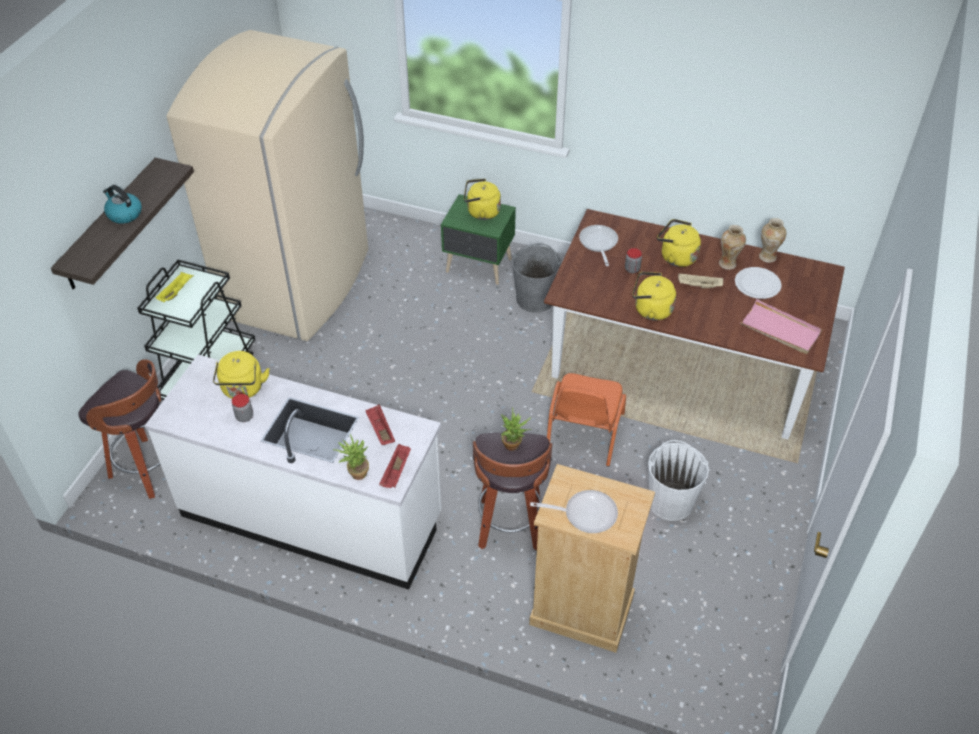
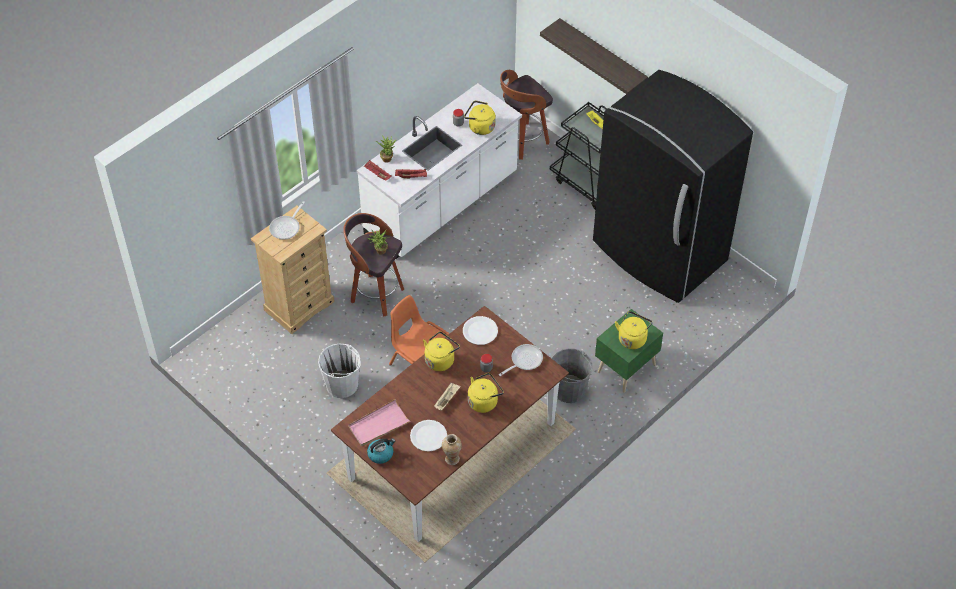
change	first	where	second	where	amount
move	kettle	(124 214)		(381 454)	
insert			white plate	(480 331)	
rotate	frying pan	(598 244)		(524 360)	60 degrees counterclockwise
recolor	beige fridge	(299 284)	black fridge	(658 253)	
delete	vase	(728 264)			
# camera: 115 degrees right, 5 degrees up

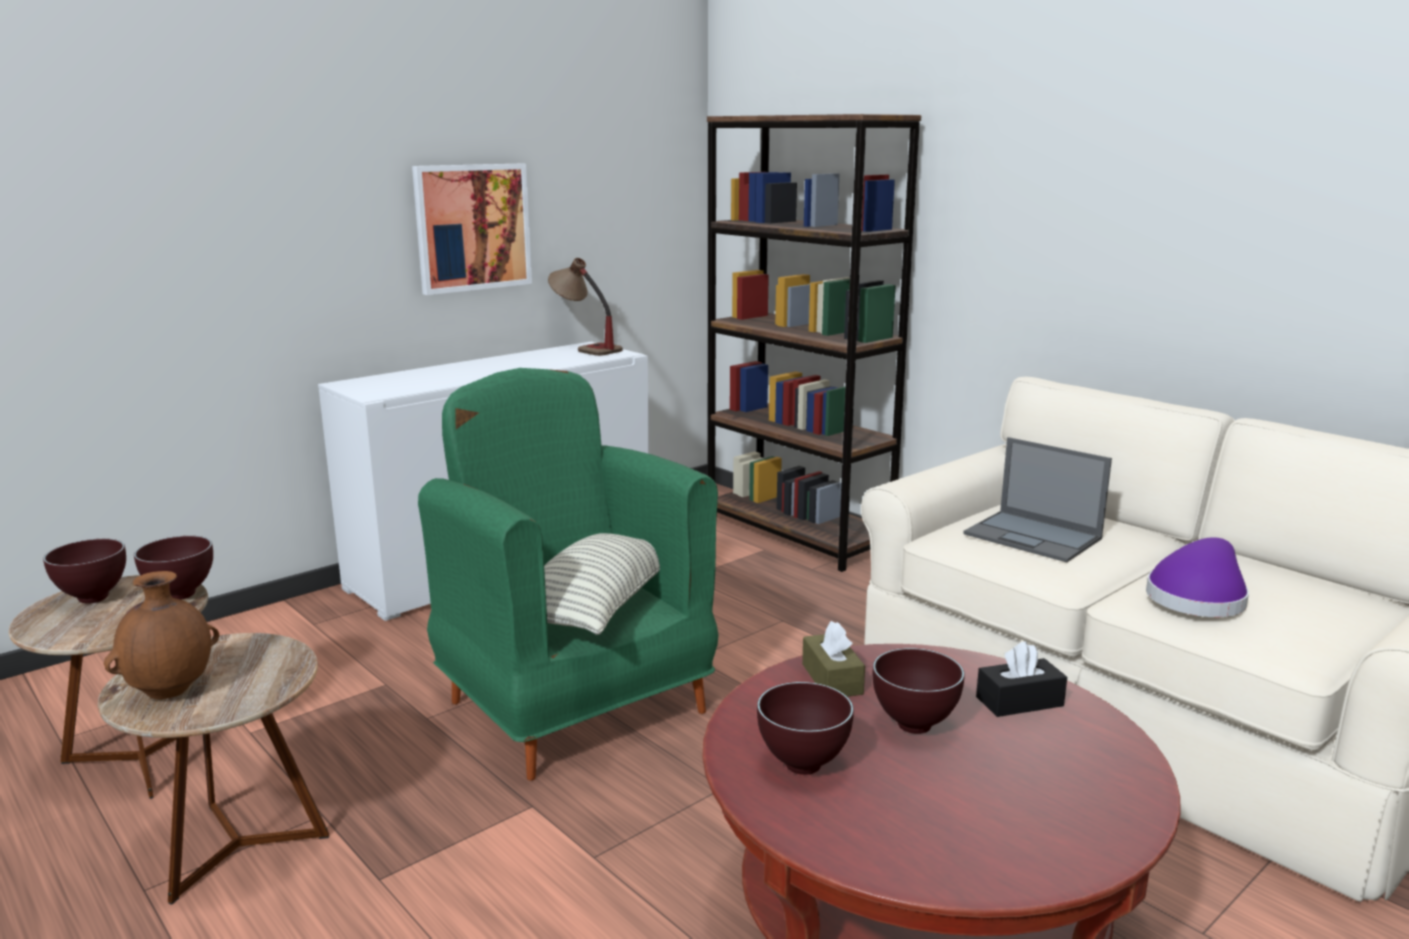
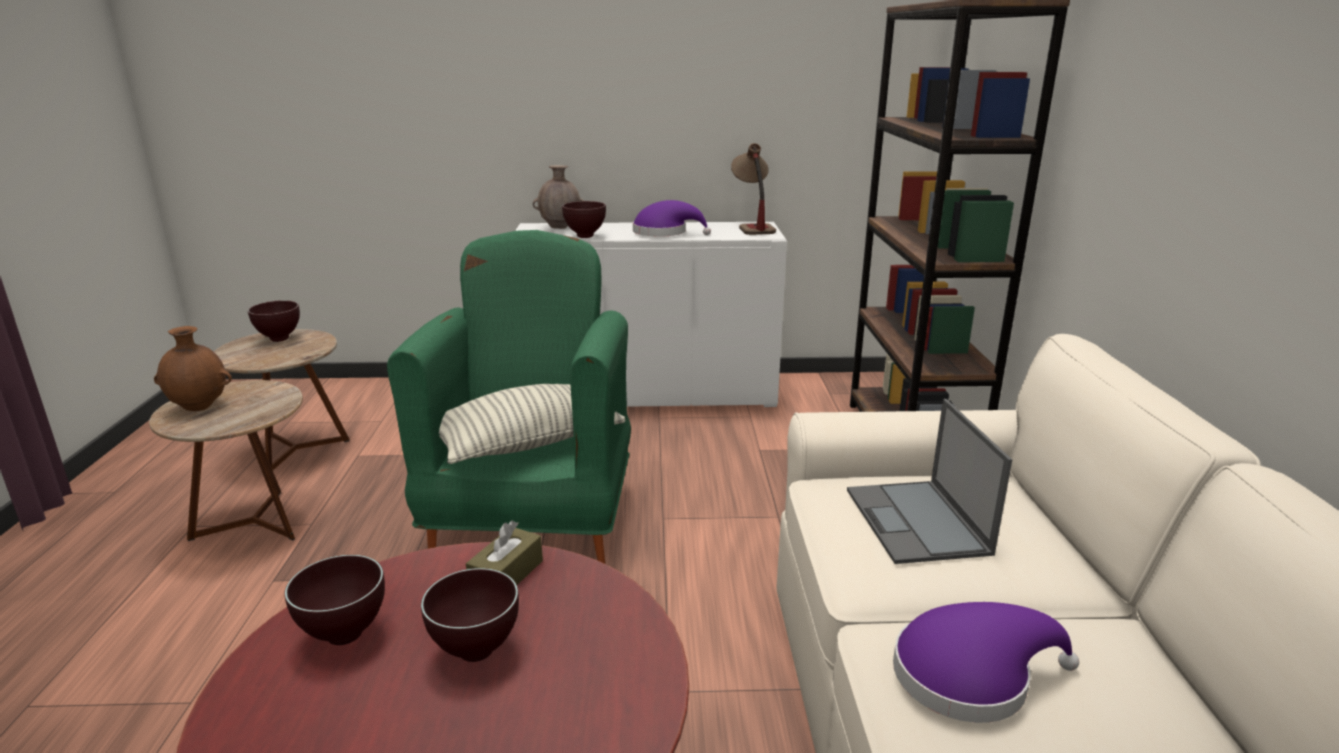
change	first	where	second	where	amount
insert			brown vase	(560 227)	
move	brown bowl	(179 596)		(584 236)	
insert			purple hat	(664 233)	
delete	picture	(472 227)			
delete	black tissue box	(1019 701)			
# camera: 40 degrees right, 5 degrees up

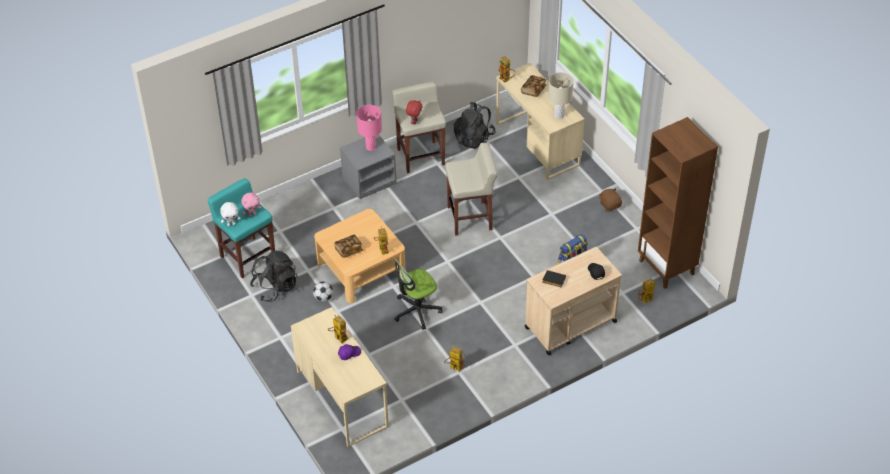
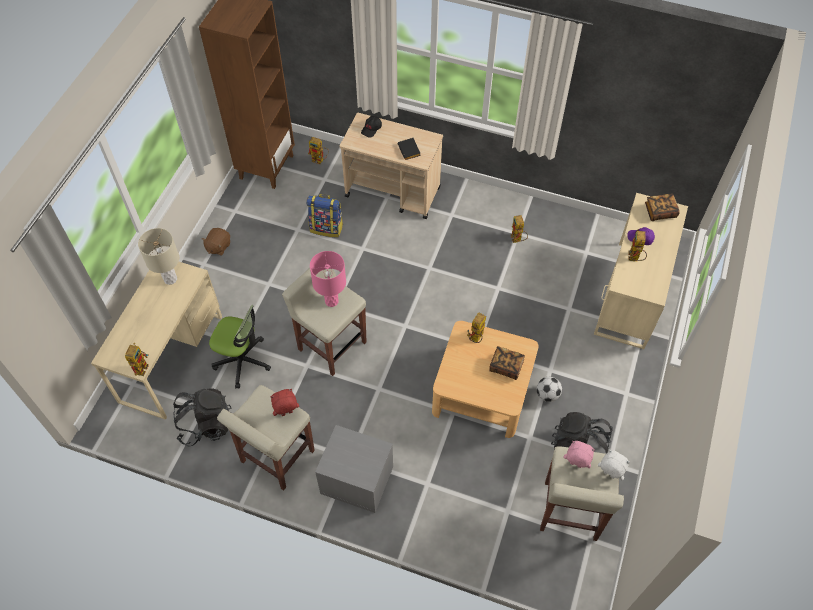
change	first	where	second	where	amount
move	office chair	(416 310)		(242 361)	
move	pink table lamp	(371 147)		(331 301)	
recolor	turquoise stool	(247 257)	beige stool	(570 511)	
move	book	(533 90)		(660 212)	
# camera: 130 degrees left, 10 degrees up

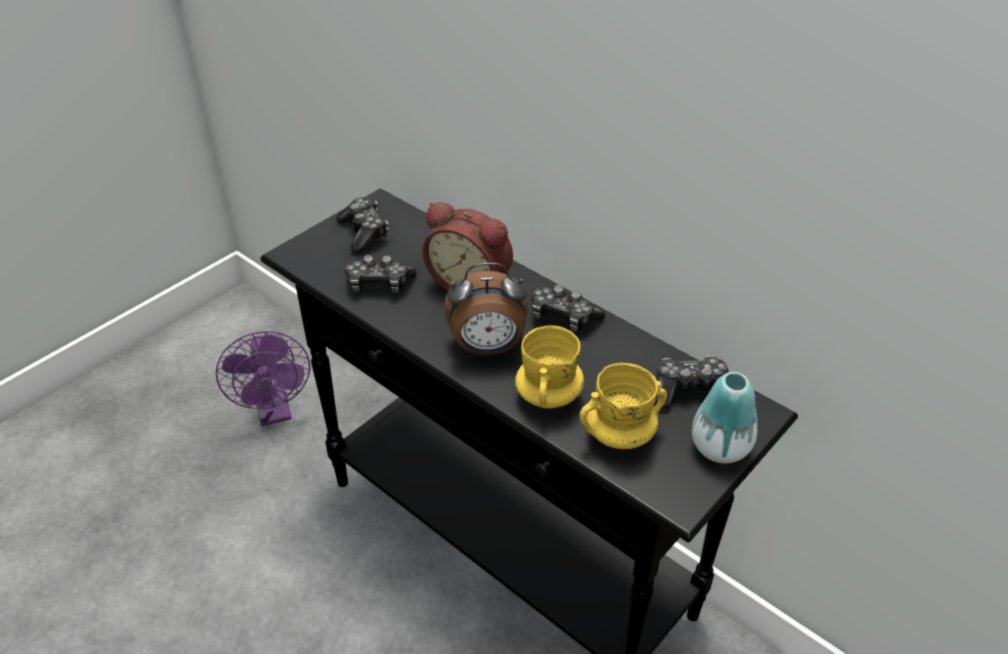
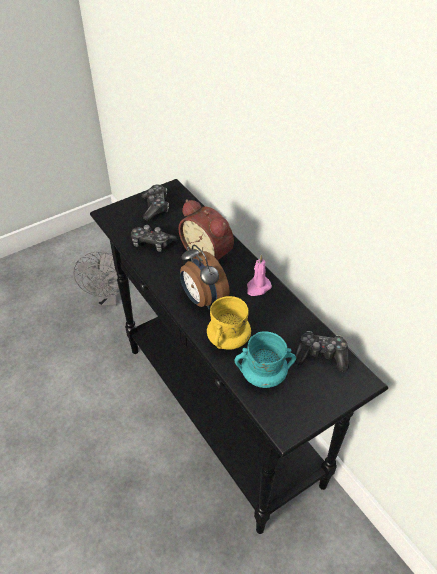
change	first	where	second	where	amount
recolor	purple fan	(275 412)	grey fan	(109 299)	
rotate	alarm clock	(487 348)		(202 299)	45 degrees clockwise
recolor	yellow mug	(619 436)	turquoise mug	(263 376)	
replace	game controller	(563 317)	pink candle	(258 287)	
delete	vase	(720 447)			
# camera: 15 degrees right, 5 degrees up

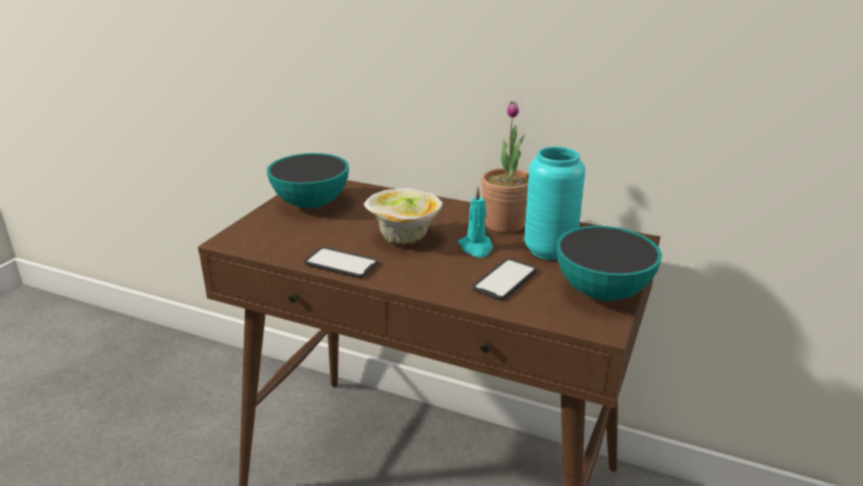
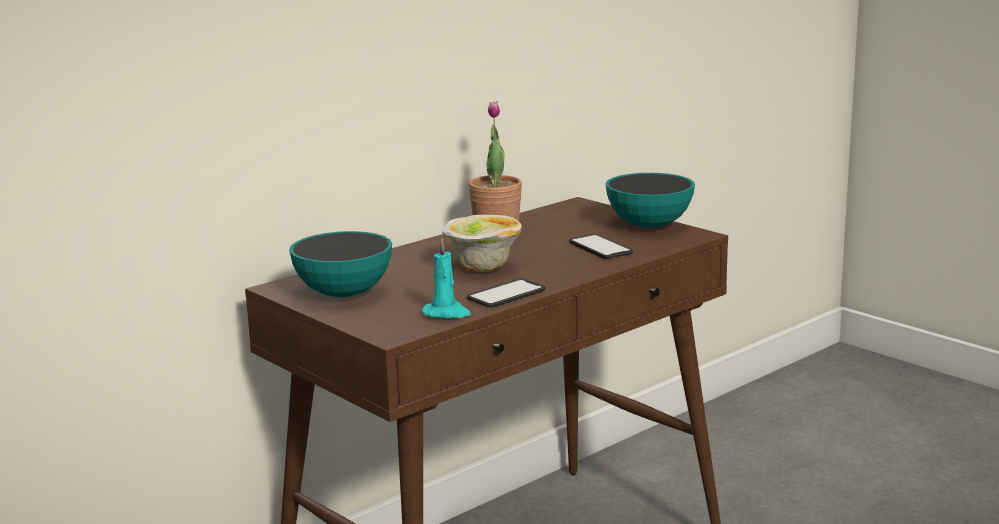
change	first	where	second	where	amount
move	turquoise candle	(476 248)		(447 313)	
delete	turquoise vase	(549 250)			
# camera: 65 degrees left, 10 degrees down

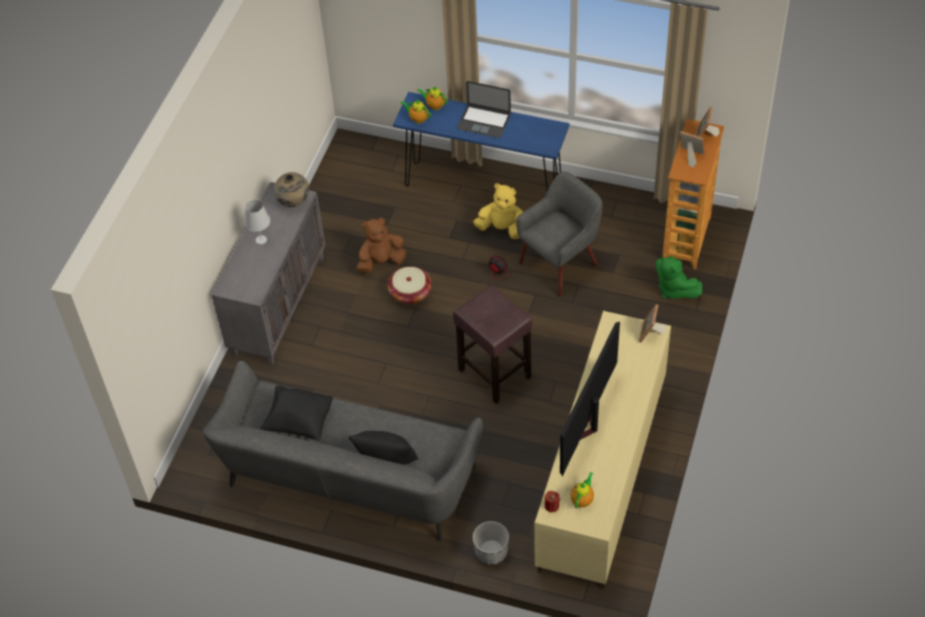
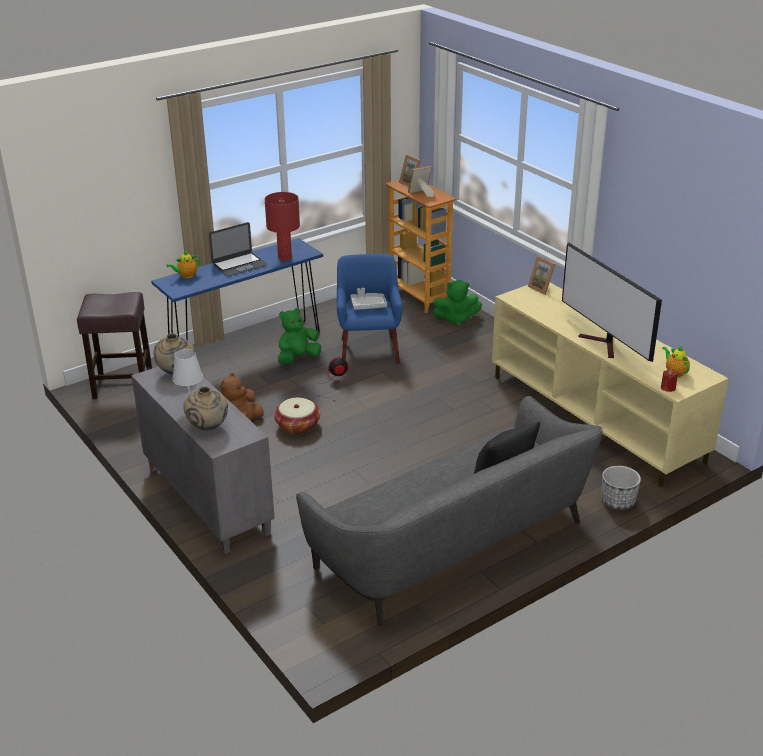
change	first	where	second	where	amount
move	brown stool	(493 373)		(122 386)	
insert			beige vase	(208 428)	
insert			red table lamp	(284 258)	
recolor	yellow plush toy	(502 229)	green plush toy	(298 358)	
recolor	grey armchair	(560 264)	blue armchair	(369 350)	
insert			grey tray	(368 305)	
delete	black pillow	(299 421)			
delete	teapot	(417 118)			
# camera: 55 degrees left, 20 degrees down

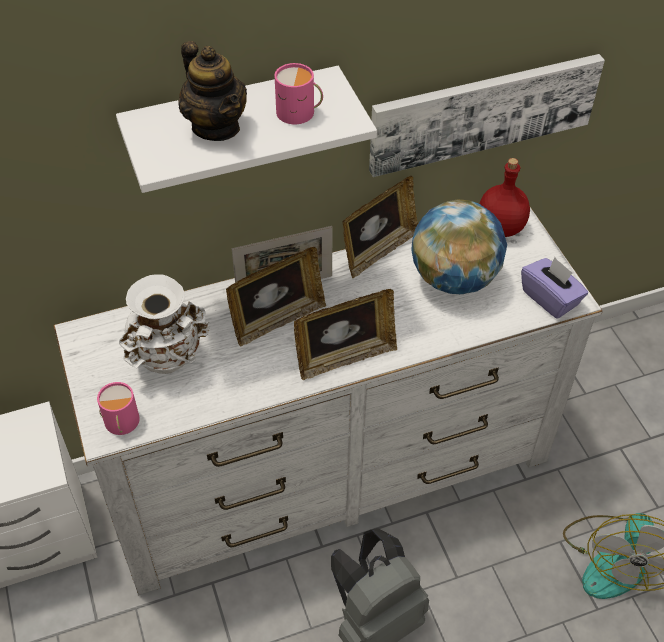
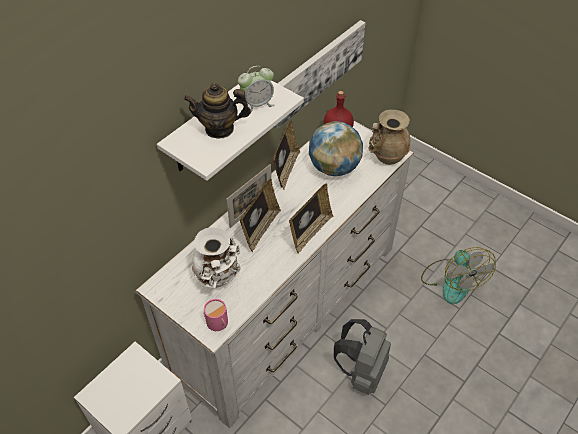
change	first	where	second	where	amount
rotate	teapot	(216 127)		(219 129)	150 degrees clockwise
replace	pink mug	(299 113)	alarm clock	(257 104)	
replace	purple tissue box	(550 298)	beige vase	(386 157)	
# camera: 30 degrees left, 0 degrees up

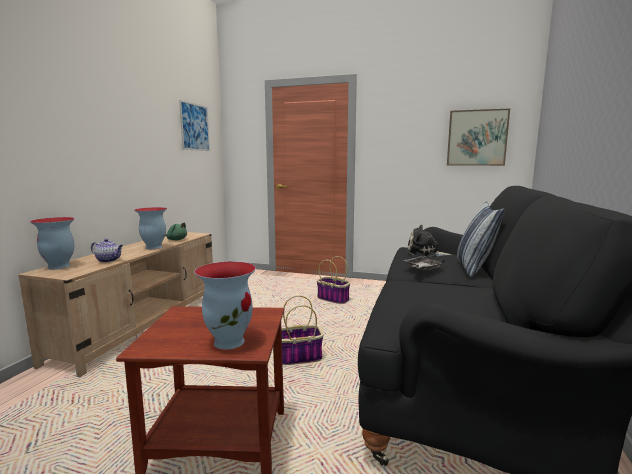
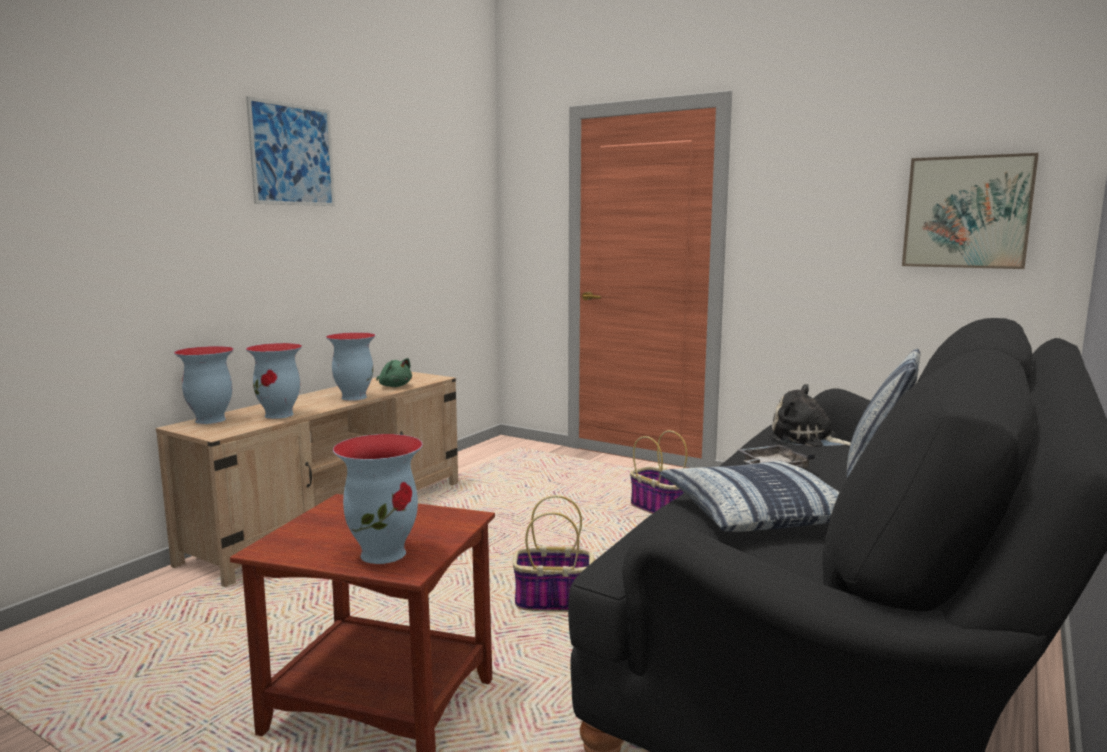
change	first	where	second	where	amount
move	picture	(195 127)		(292 155)	
replace	teapot	(109 260)	vase	(280 415)	
insert			pillow	(754 513)	
# camera: 15 degrees right, 0 degrees up

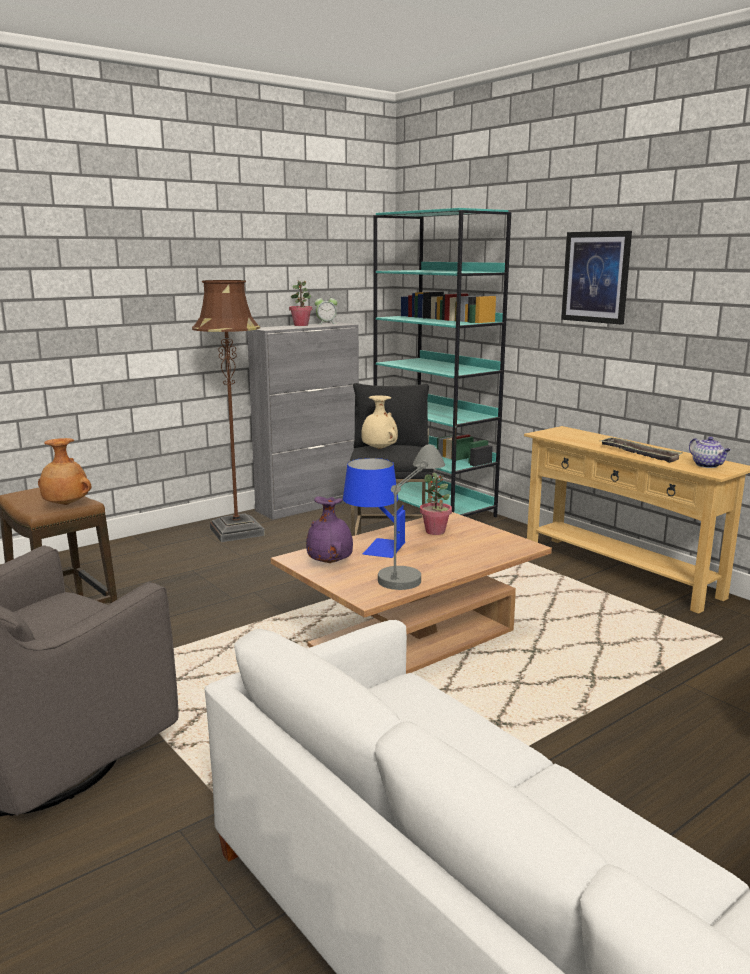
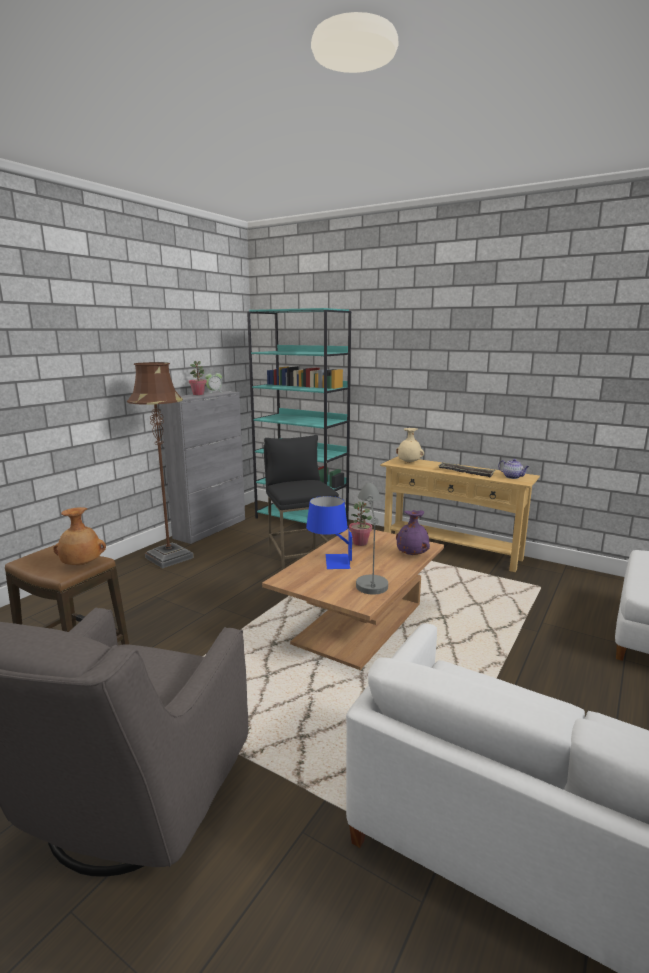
change	first	where	second	where	amount
move	beige vase	(378 449)		(409 462)	
move	purple vase	(330 562)		(412 554)	
delete	picture	(596 277)			
# camera: 20 degrees left, 0 degrees up

